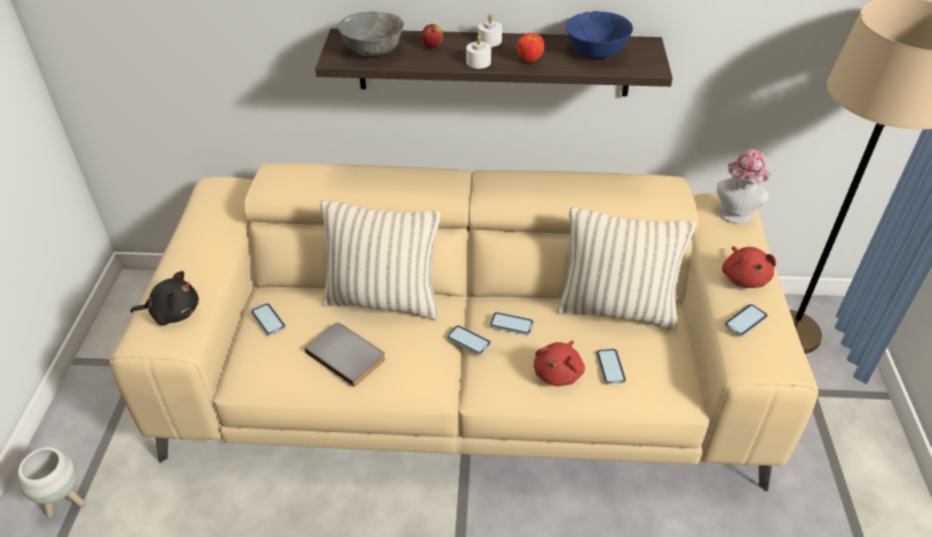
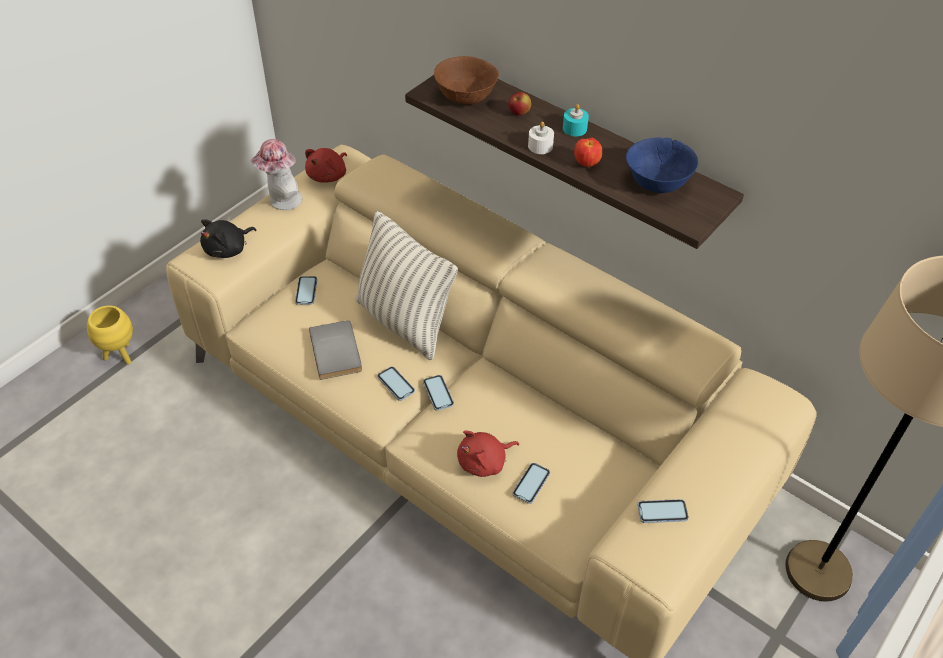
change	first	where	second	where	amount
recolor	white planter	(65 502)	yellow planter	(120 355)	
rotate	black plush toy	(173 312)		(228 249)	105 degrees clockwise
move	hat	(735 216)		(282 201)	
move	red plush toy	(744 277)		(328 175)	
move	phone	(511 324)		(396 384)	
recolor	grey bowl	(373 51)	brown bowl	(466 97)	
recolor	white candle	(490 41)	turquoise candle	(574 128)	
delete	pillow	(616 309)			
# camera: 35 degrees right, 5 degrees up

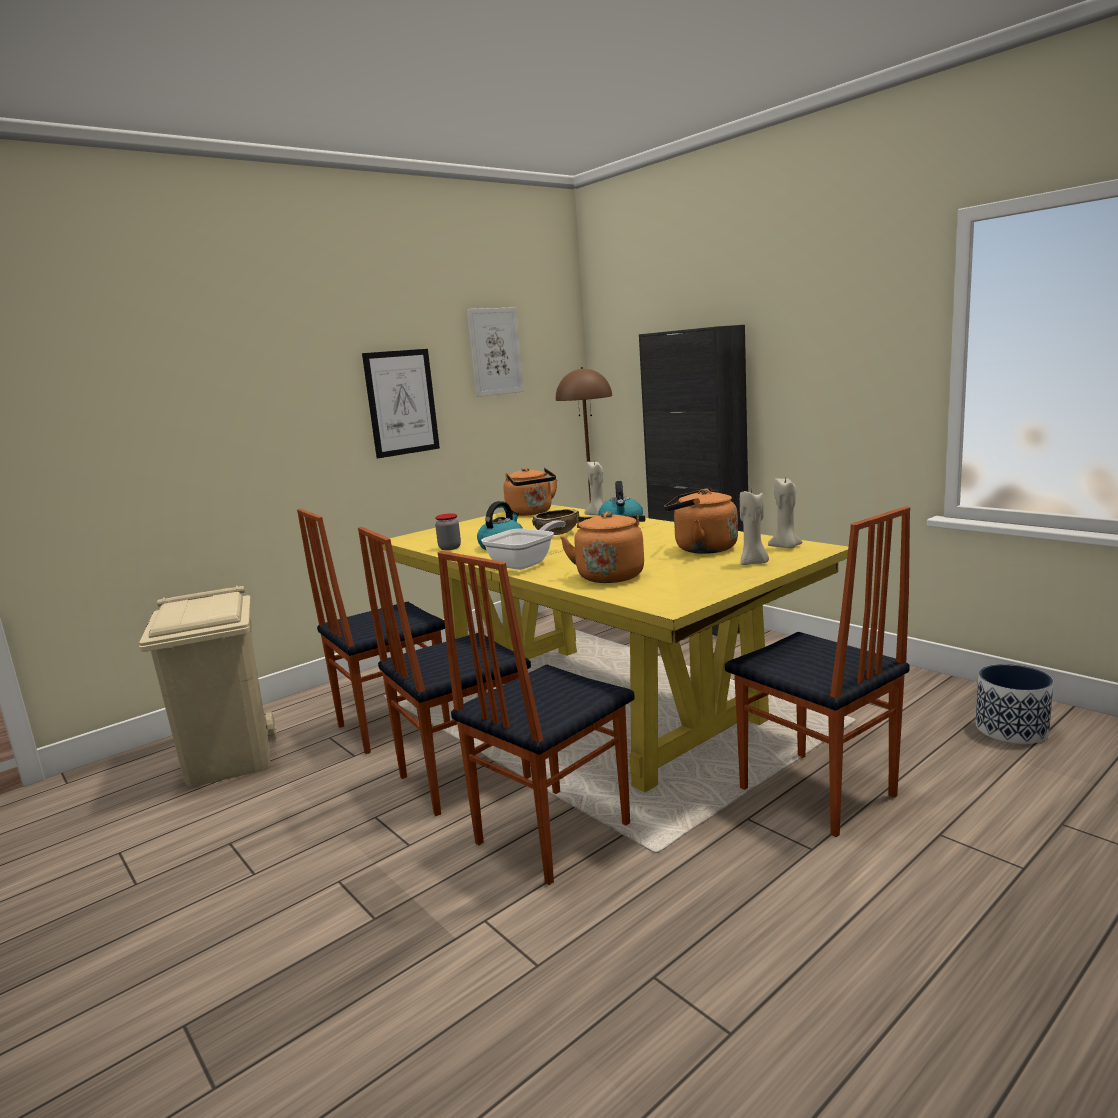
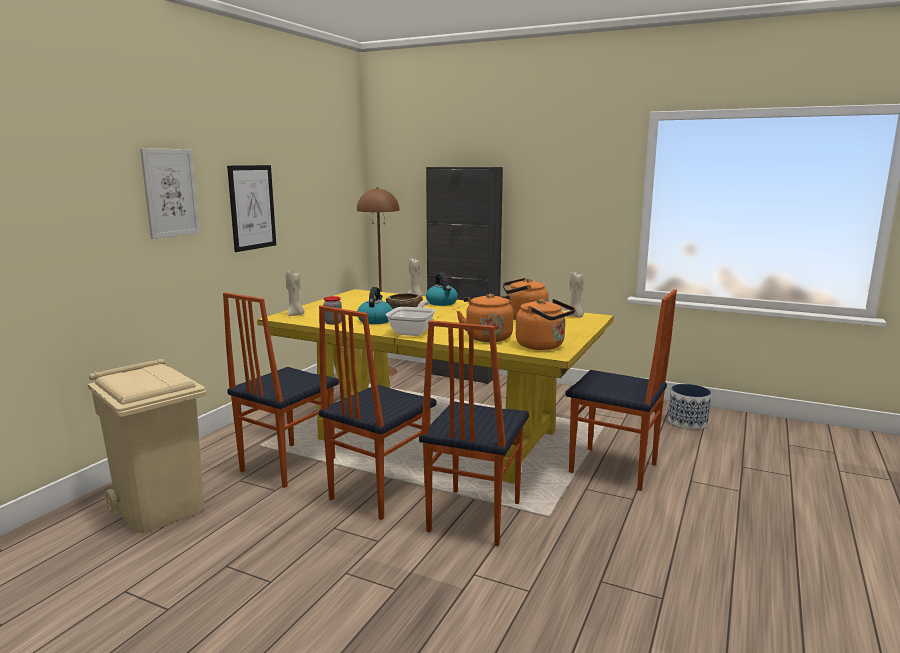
change	first	where	second	where	amount
move	picture	(495 351)		(170 193)	
move	beige candle	(753 563)		(295 315)	
move	orange kettle	(531 513)		(543 346)	
# camera: 25 degrees left, 0 degrees up

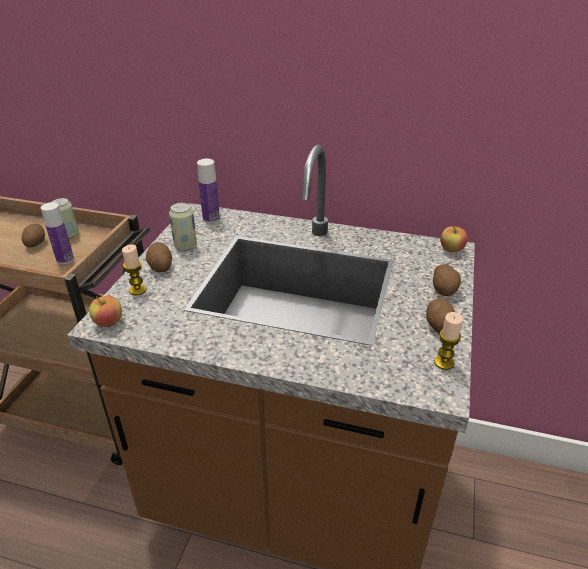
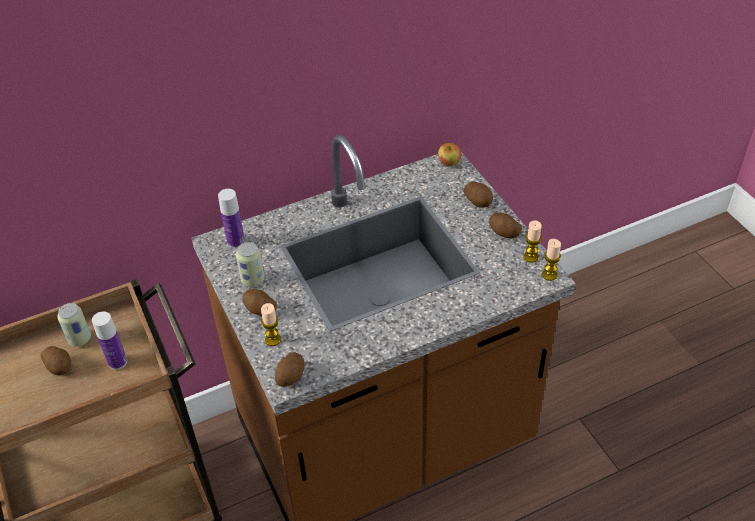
change	first	where	second	where	amount
replace	apple	(109 323)	potato	(291 376)	
insert			candle	(549 275)	
# camera: 40 degrees left, 10 degrees up

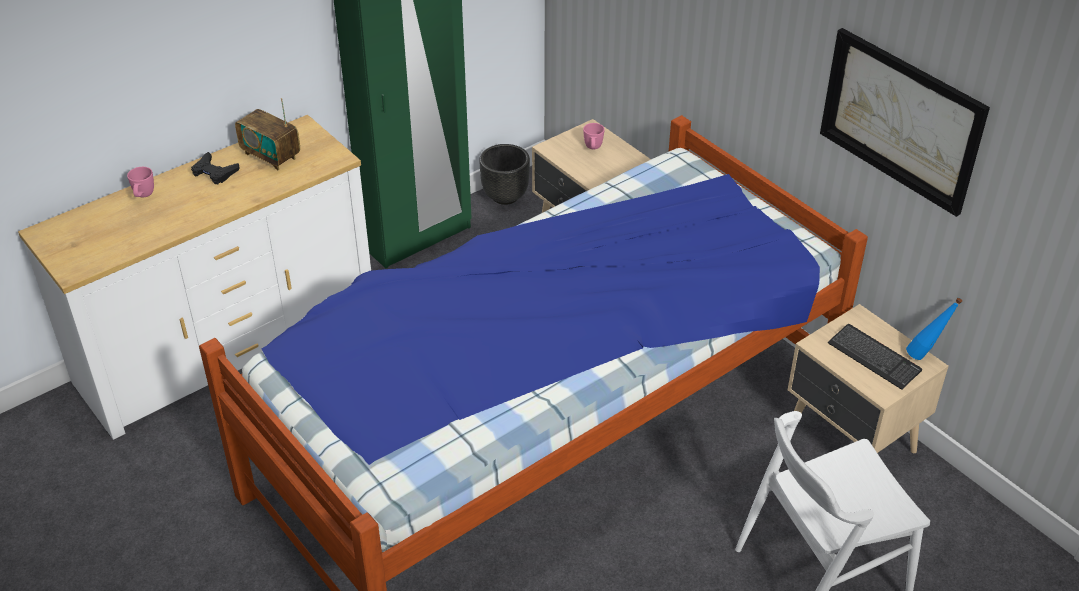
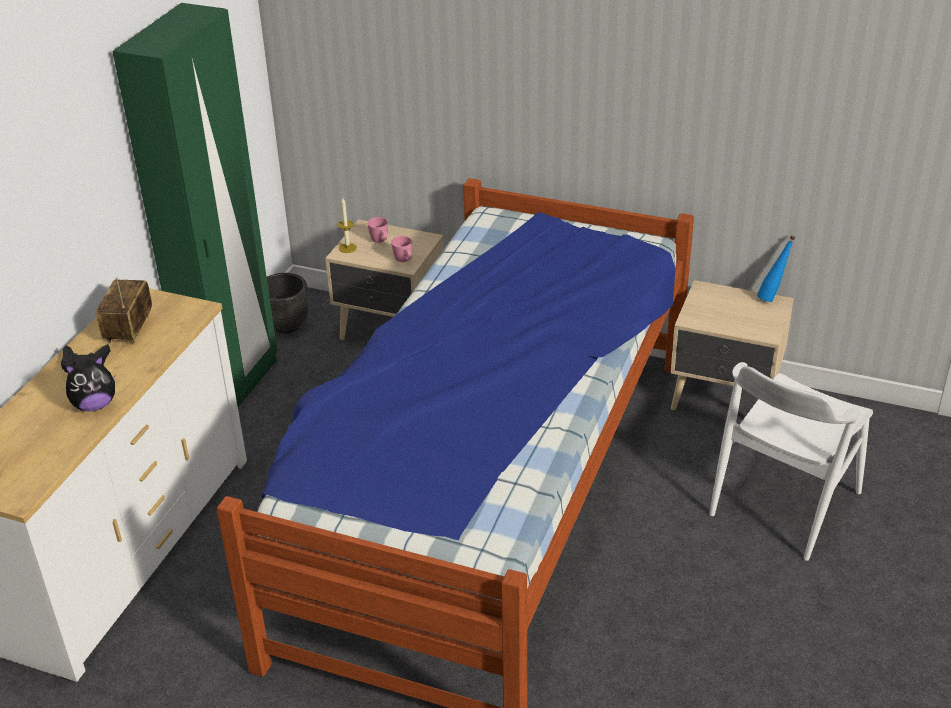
change	first	where	second	where	amount
insert			plush toy	(95 405)	
rotate	radio	(271 156)		(129 329)	90 degrees clockwise
insert			candle	(347 248)	
move	pink mug	(143 196)		(404 261)	
delete	picture	(901 120)			
delete	keyboard	(874 358)			
# camera: 30 degrees left, 5 degrees down

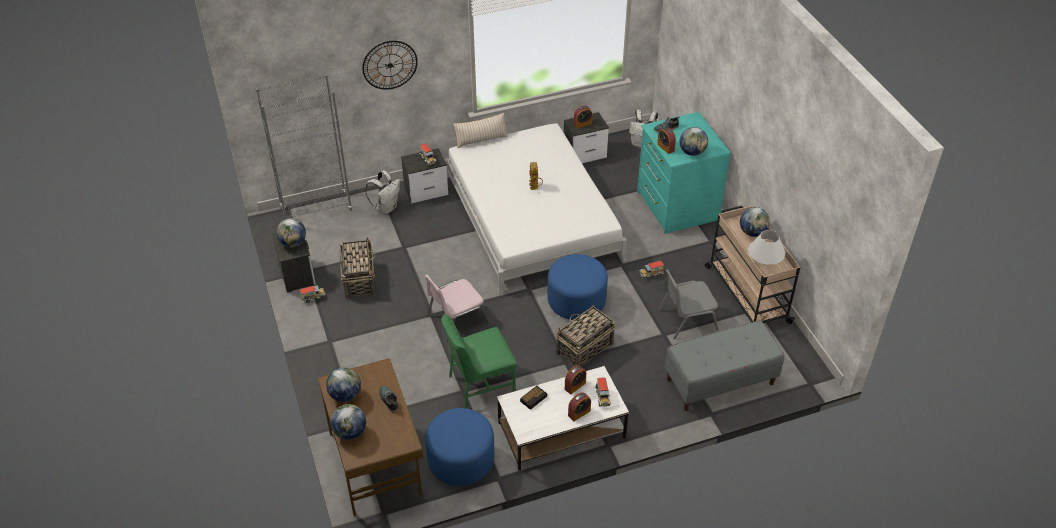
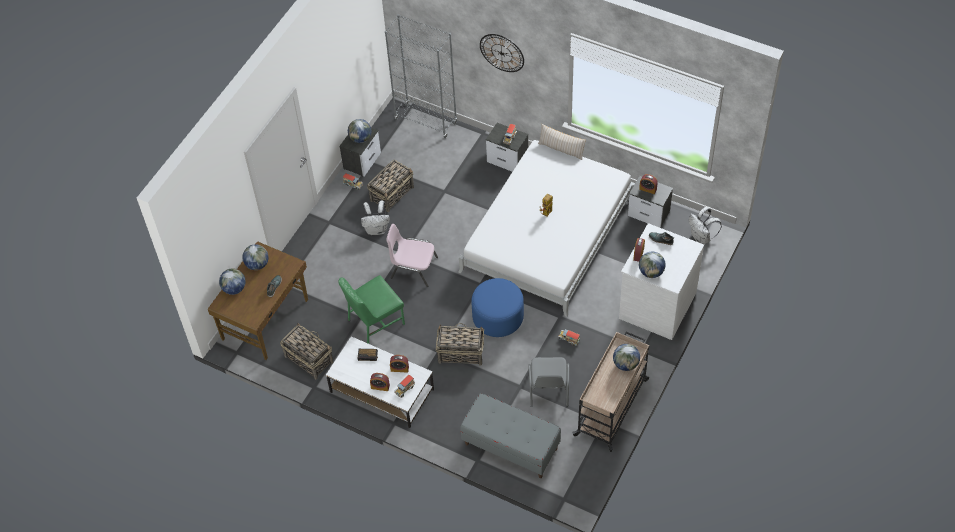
change	first	where	second	where	amount
replace	blue ottoman	(461 460)	basket	(308 358)	
rotate	green chair	(480 384)		(374 322)	60 degrees counterclockwise
move	white backpack	(386 208)		(377 229)	
rotate	grey chair	(686 319)		(548 389)	120 degrees counterclockwise
recolor	turquoise dresser	(676 206)	white dresser	(656 305)	
delete	white table lamp	(763 265)			
# camera: 50 degrees right, 10 degrees up

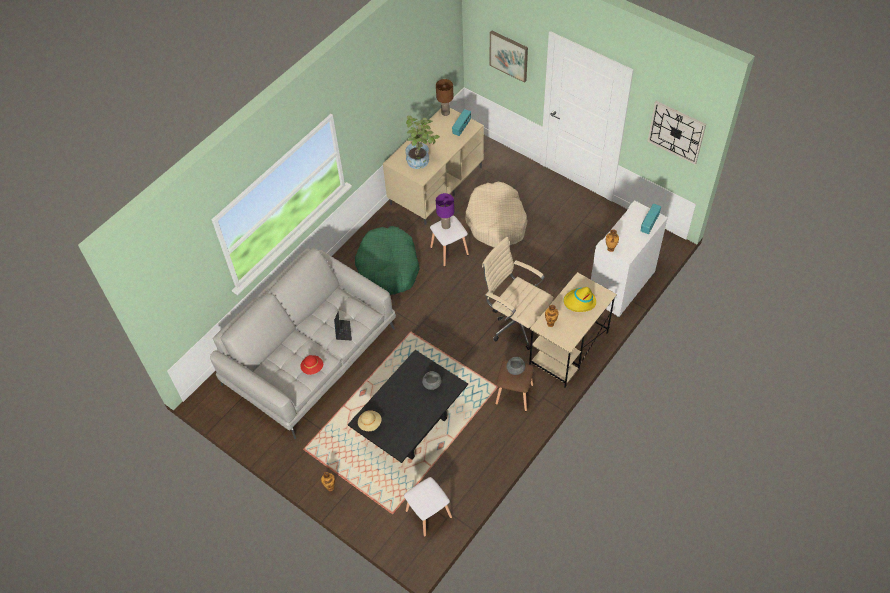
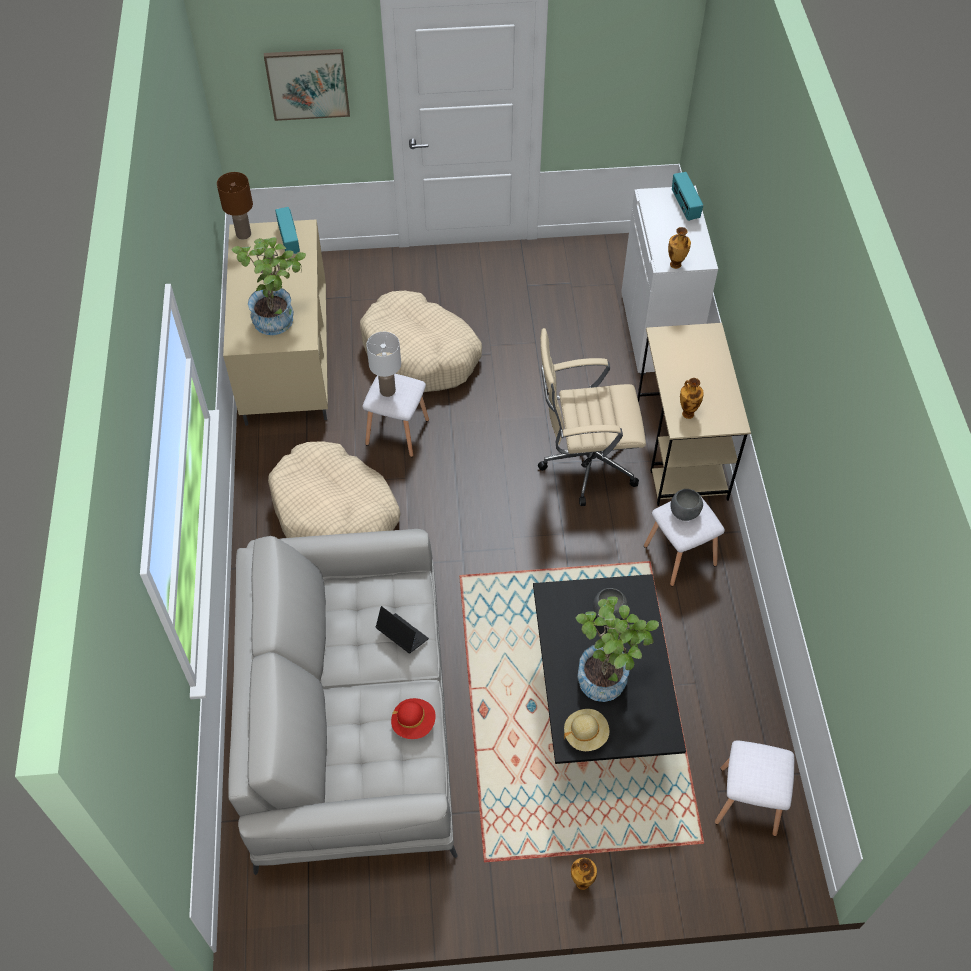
change	first	where	second	where	amount
recolor	green dog bed	(388 267)	beige dog bed	(335 511)	
recolor	purple table lamp	(446 226)	white table lamp	(388 391)	
insert			potted plant	(608 676)	
recolor	brown stool	(513 394)	white stool	(679 556)	
delete	yellow hat	(579 302)			
delete	wall clock	(676 132)			
# camera: 45 degrees left, 0 degrees up

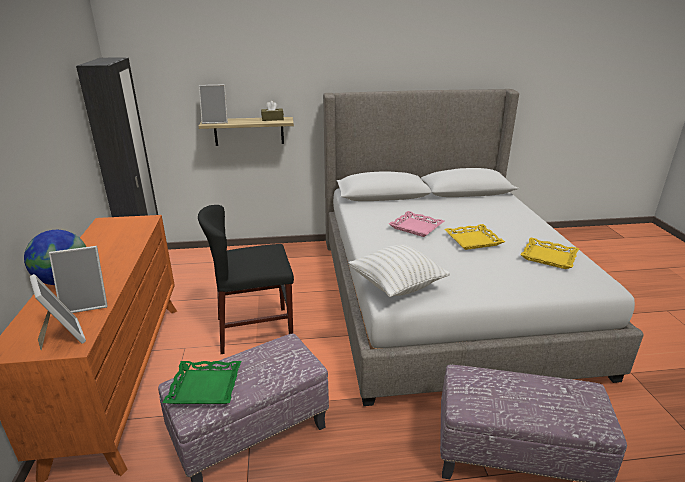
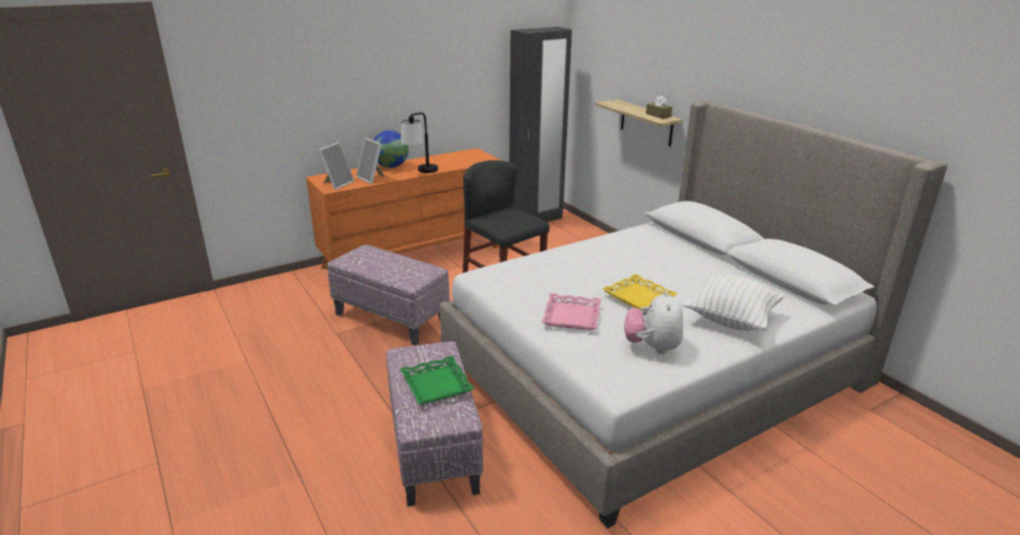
change	first	where	second	where	amount
move	green tray	(205 386)		(437 385)	
insert			table lamp	(421 172)	
move	pink tray	(416 227)		(571 316)	
replace	yellow tray	(549 257)	plush toy	(652 347)	
move	white pillow	(397 286)		(731 319)	
delete	picture frame	(216 121)			
# camera: 65 degrees right, 0 degrees up

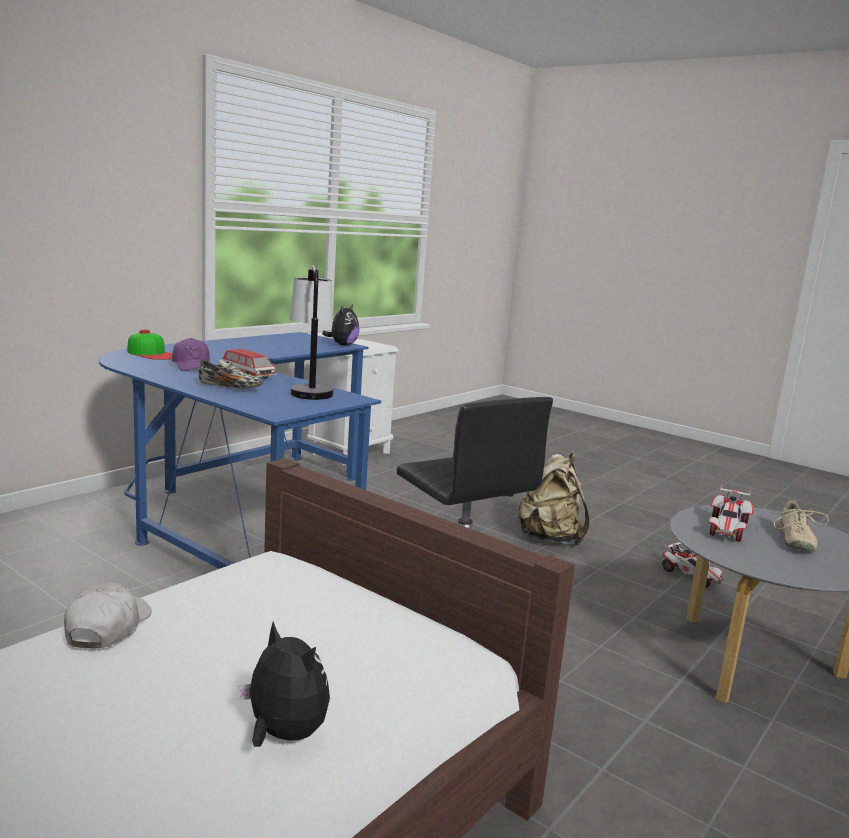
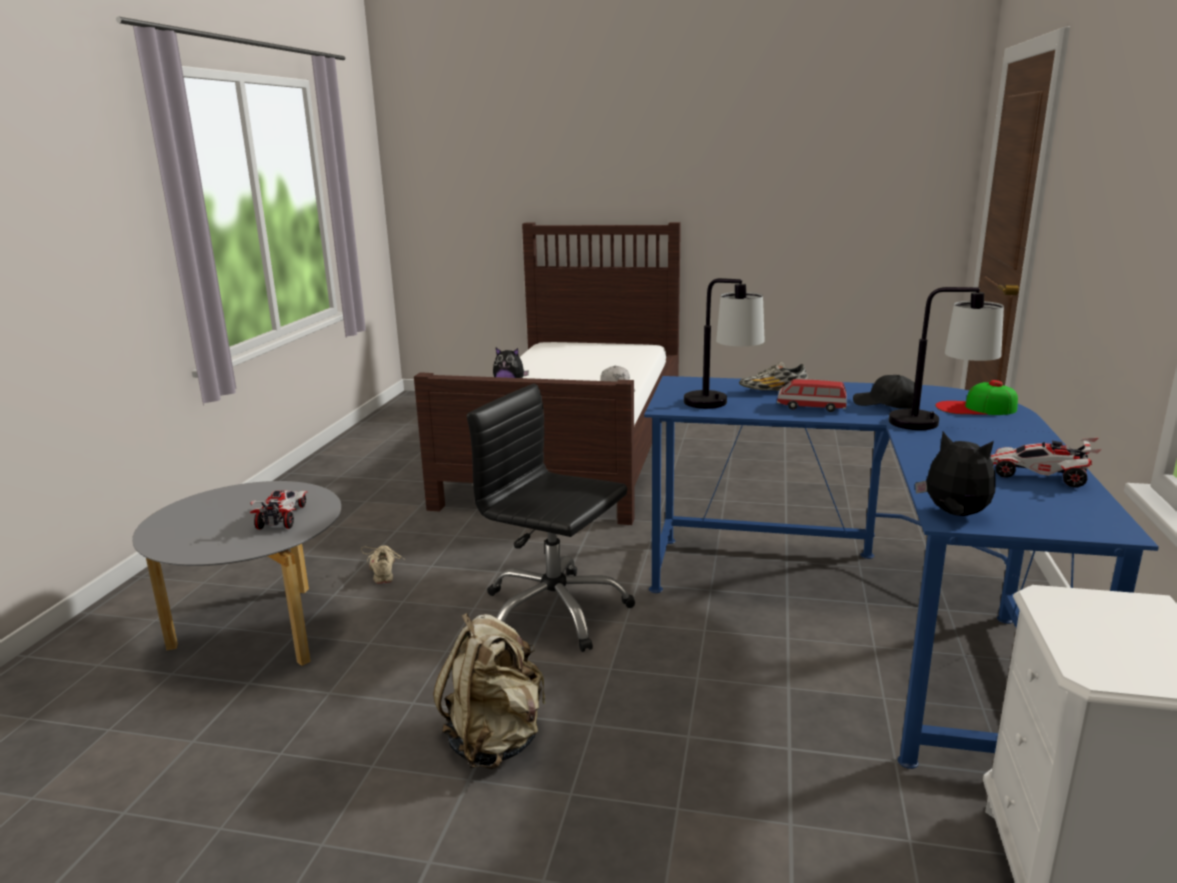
change	first	where	second	where	amount
move	beige shoe	(793 540)		(384 570)	
recolor	purple cap	(192 366)	black cap	(886 404)	
insert			table lamp	(937 426)	
rotate	plush toy	(342 345)		(954 515)	135 degrees clockwise
move	toy car	(690 576)		(1039 476)	
# camera: 155 degrees right, 5 degrees up

